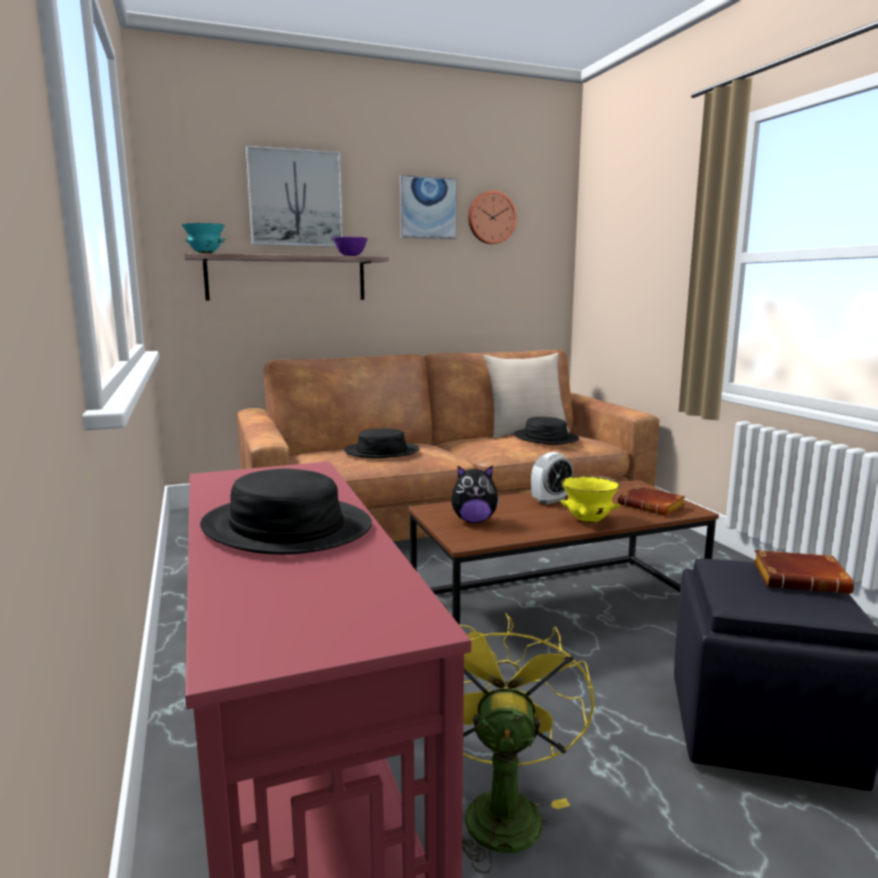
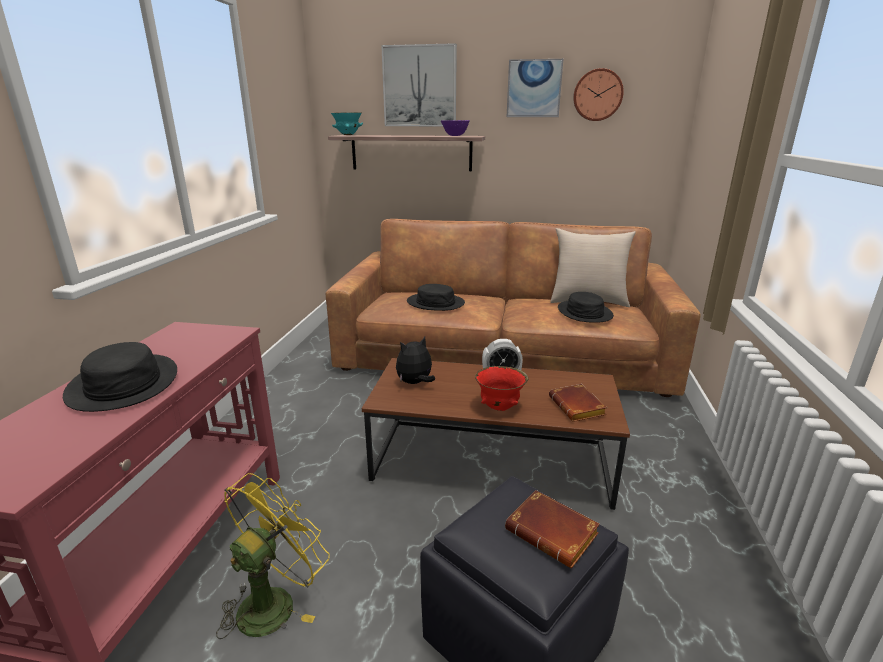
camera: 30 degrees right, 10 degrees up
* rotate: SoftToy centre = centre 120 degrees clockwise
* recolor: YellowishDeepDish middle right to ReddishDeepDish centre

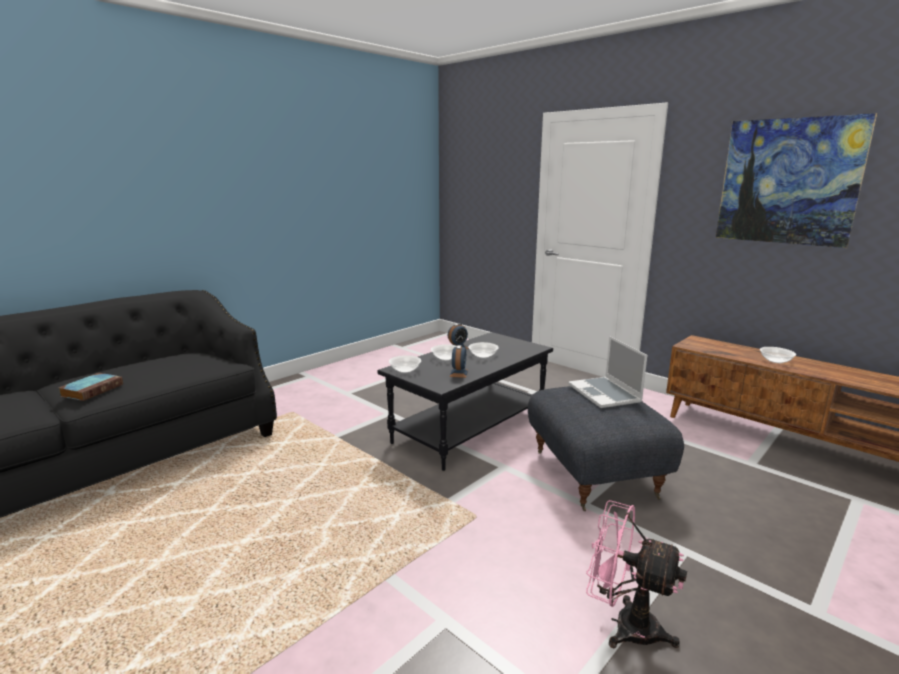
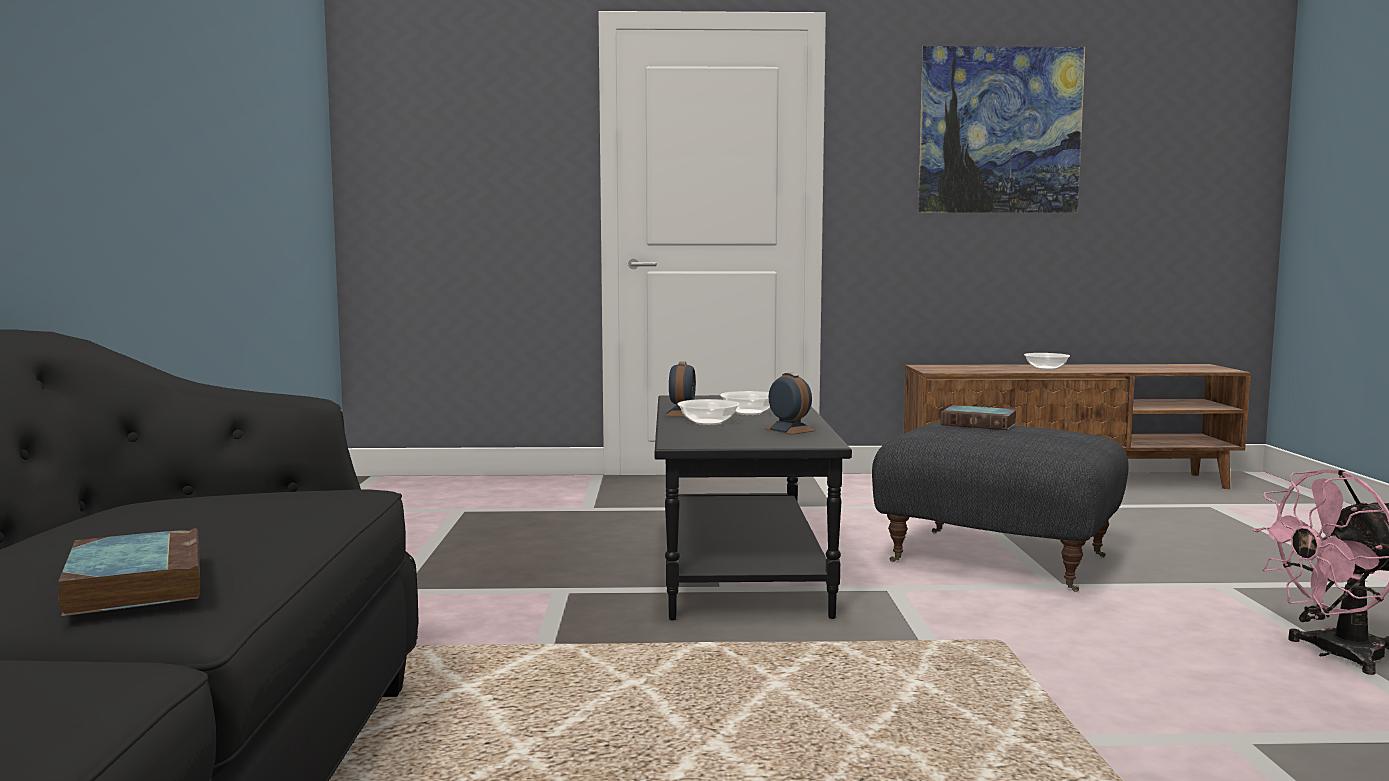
camera: 45 degrees left, 10 degrees down
* replace: PortableComputer middle right to Book (2nd from left) middle right
* delete: DeepDish (1st from left) centre

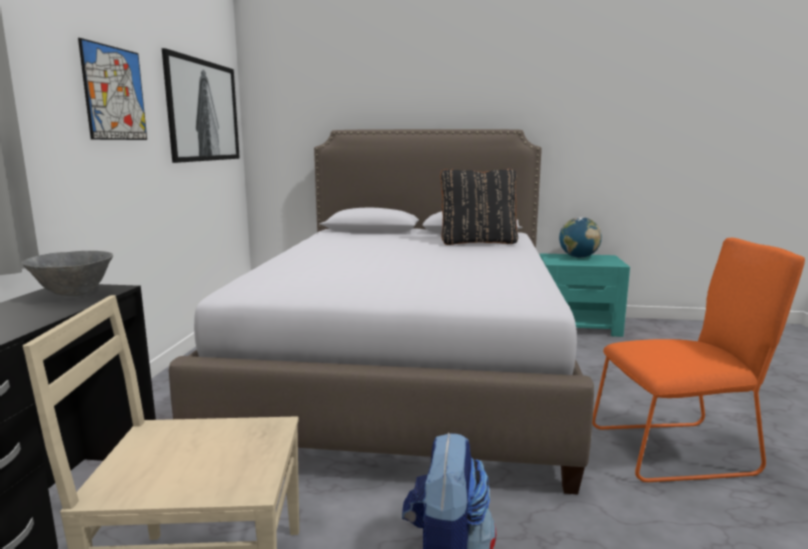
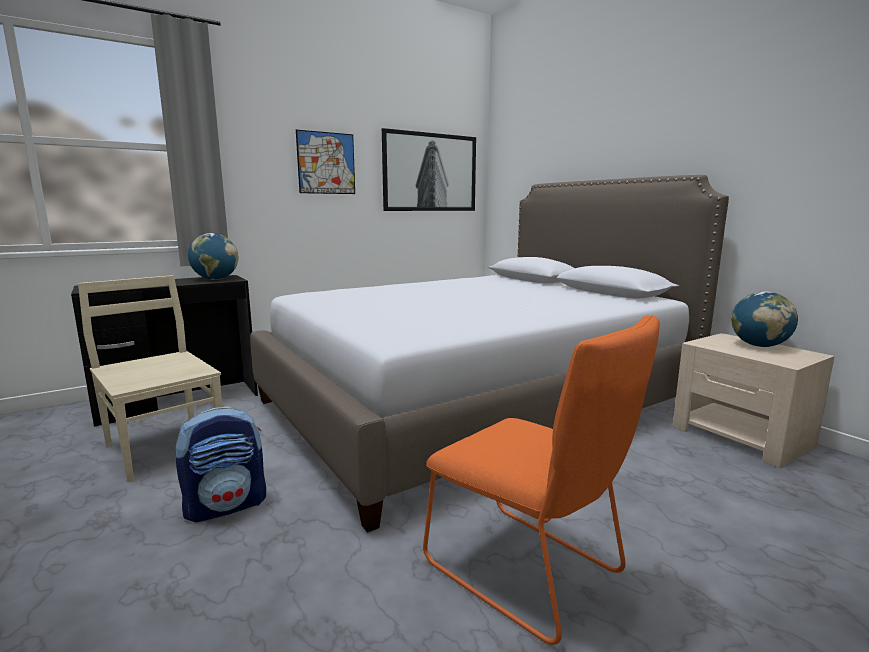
camera: 50 degrees right, 0 degrees up
* delete: BlackColouredCushion centre
* replace: GreyishDeepDish middle left to DeskGlobe (1st from left) middle left
* recolor: TurquoiseColouredBedsideTable middle right to SandColouredBedsideTable middle right

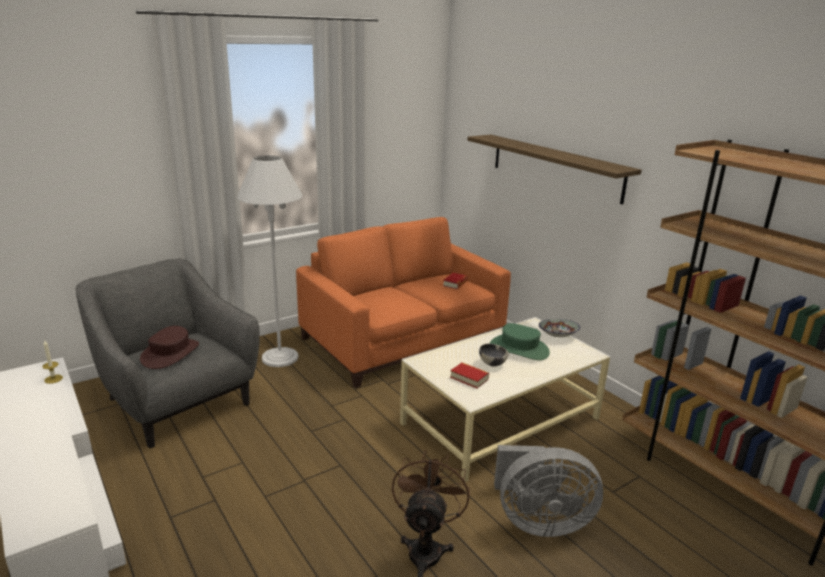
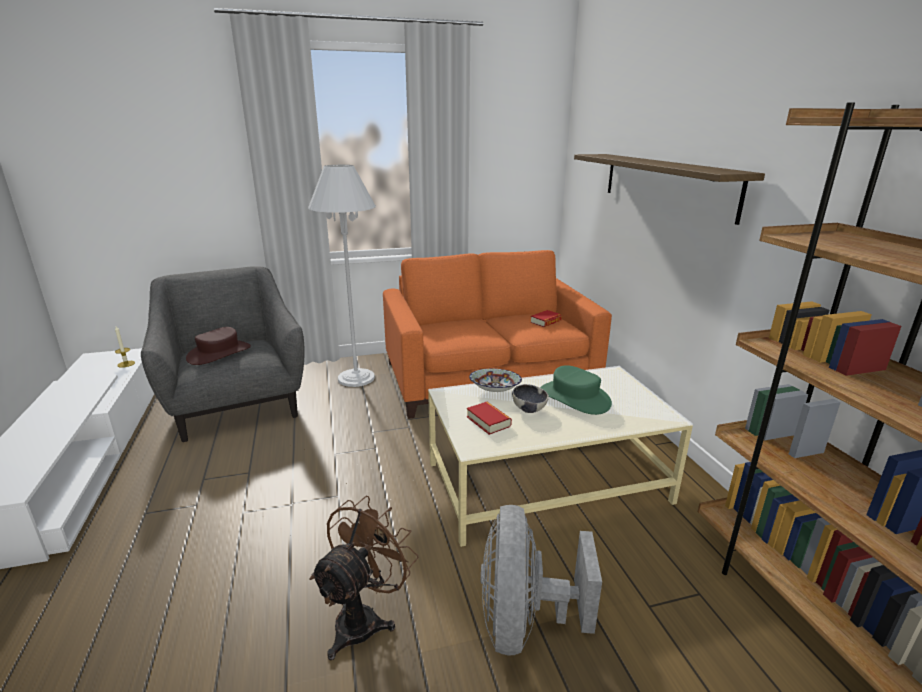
camera: 20 degrees right, 0 degrees up
* move: DeepDish (2nd from left in the first image) middle right to DeepDish (1st from left) centre
* rotate: GreyishElectricFan bottom centre = bottom centre 75 degrees clockwise

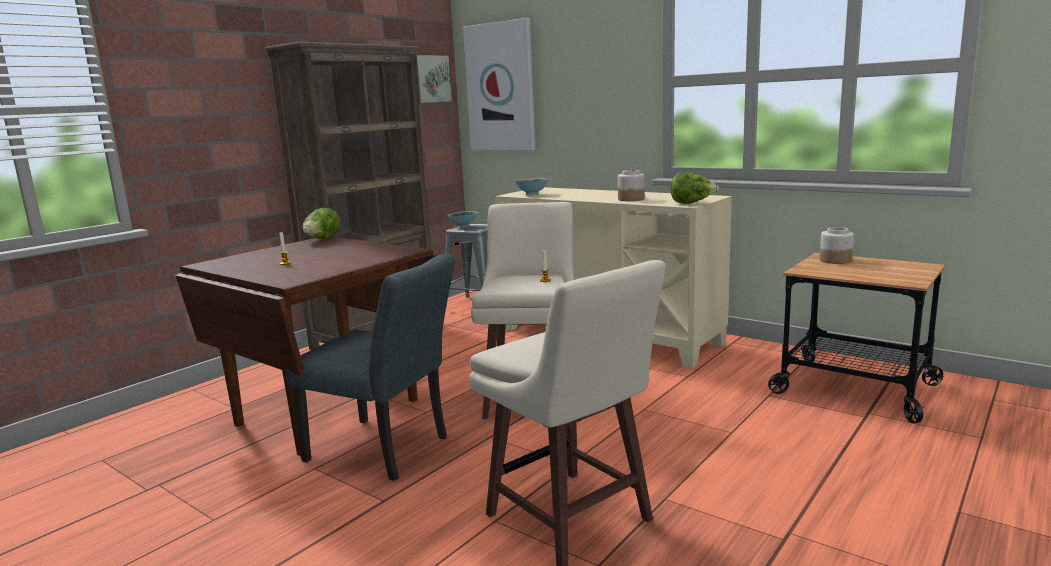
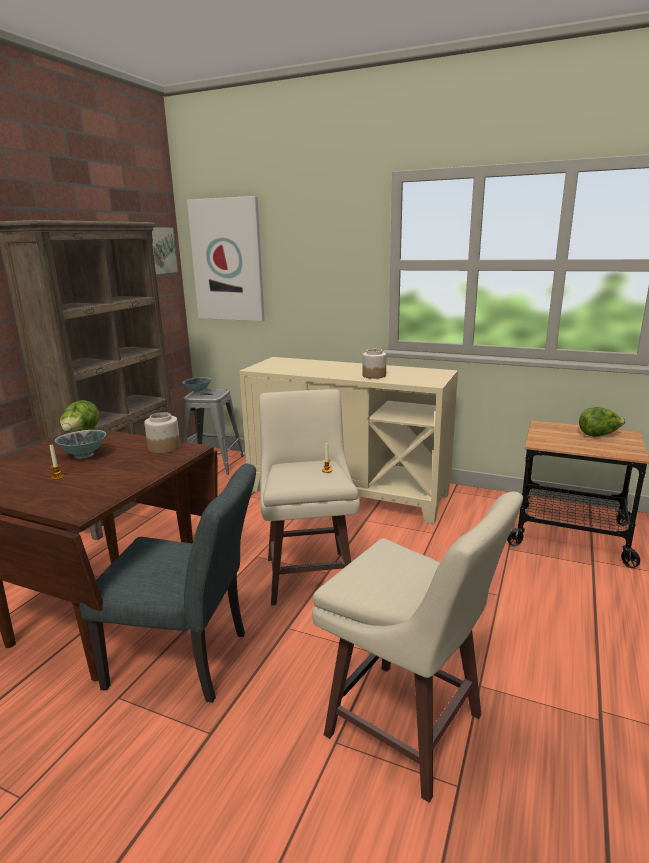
camera: 15 degrees left, 5 degrees up
* move: LettuceHead (2nd from left) top centre to middle right
* move: DeepDish (2nd from left in the first image) top centre to DeepDish (1st from left) middle left
* move: StorageJar (2nd from left in the first image) middle right to StorageJar (1st from left) middle left

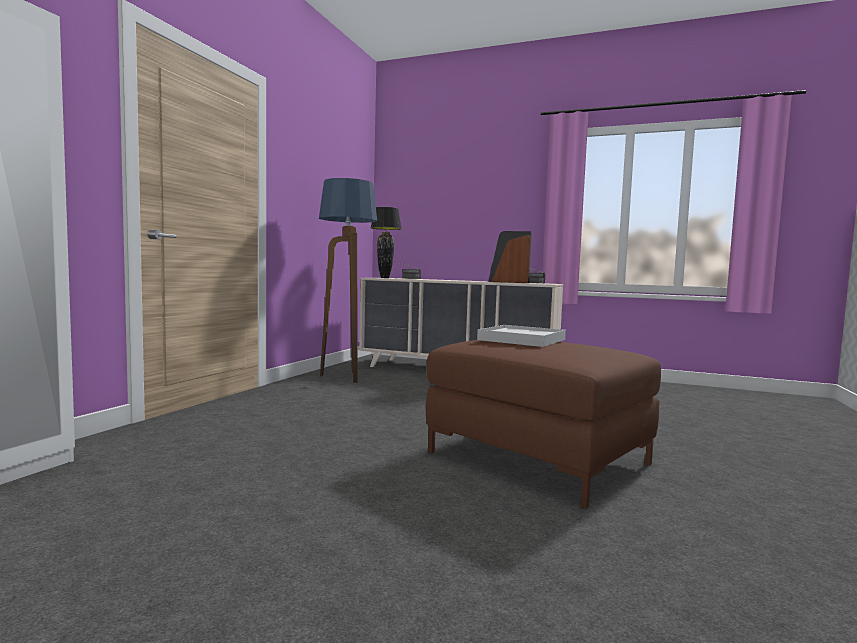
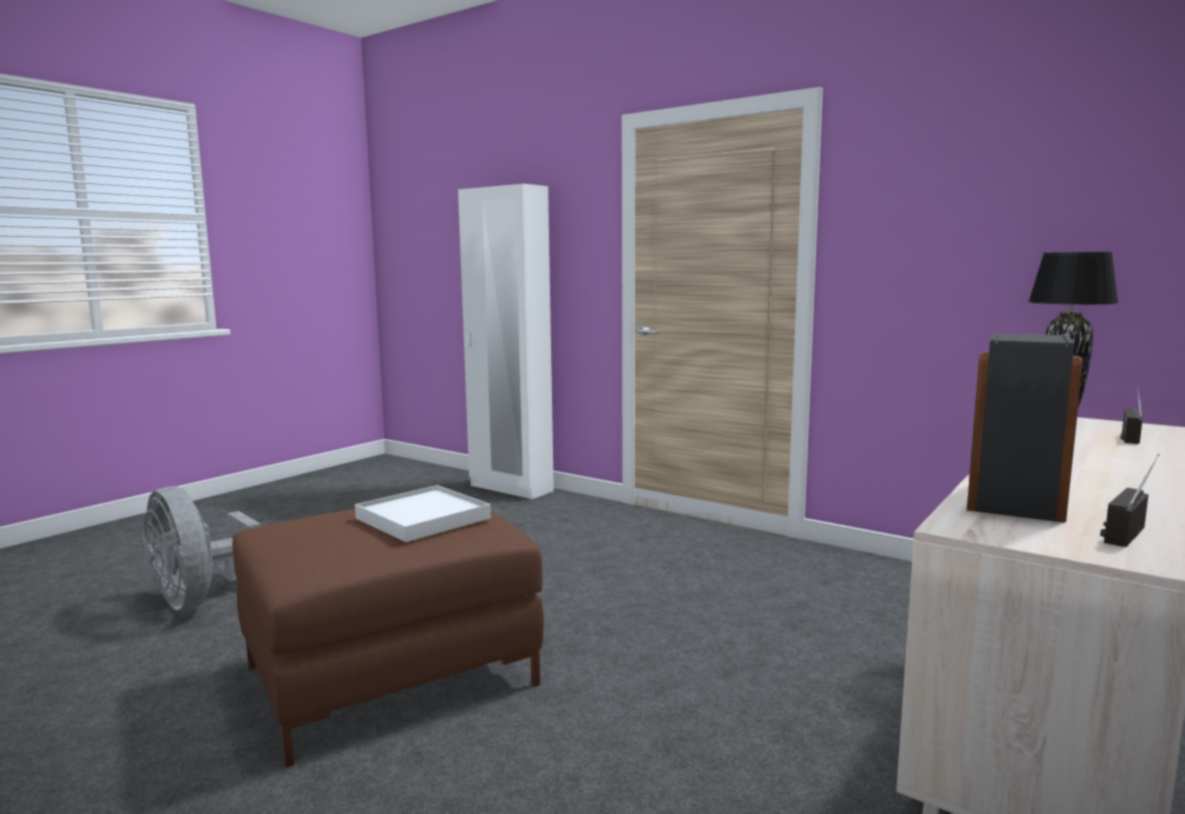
camera: 105 degrees right, 5 degrees up
* delete: StandardLamp centre
* insert: GreyishElectricFan bottom left

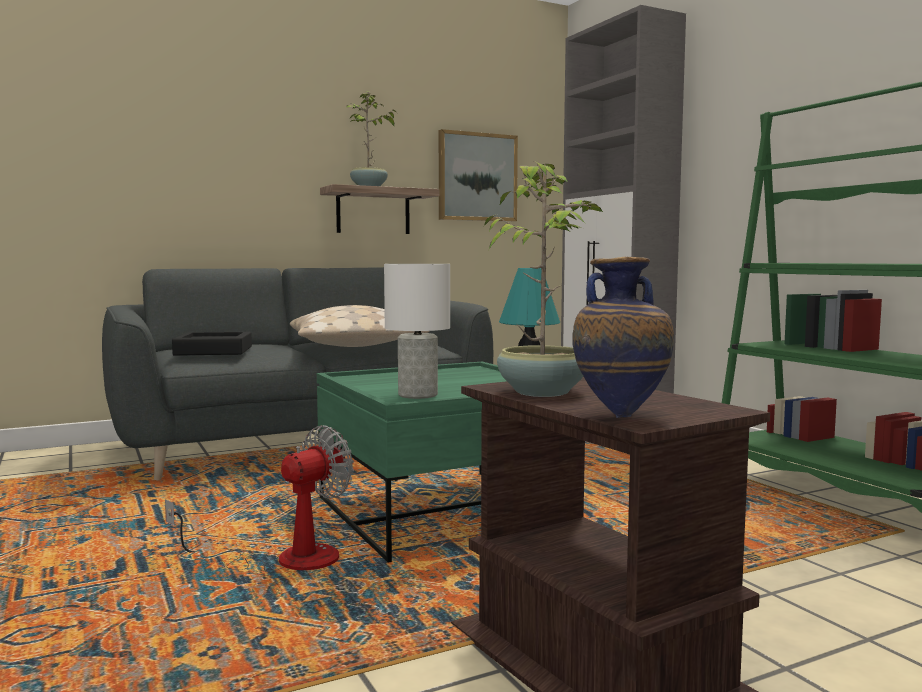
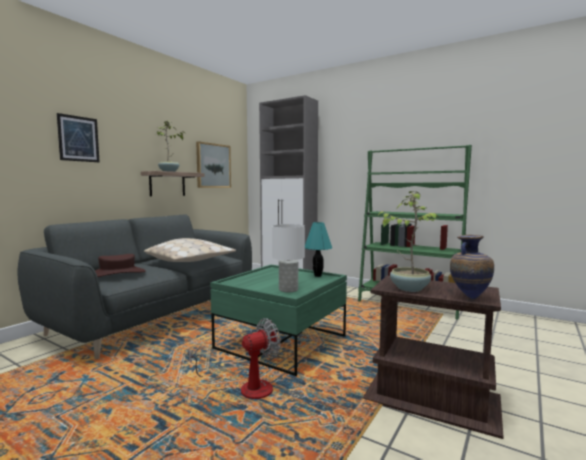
camera: 30 degrees left, 0 degrees up
* replace: BlackColouredCarryingTray middle left to BrownHat middle left
* rotate: ElectricFan bottom left = bottom centre 45 degrees clockwise
* insert: Picture (1st from left) top left

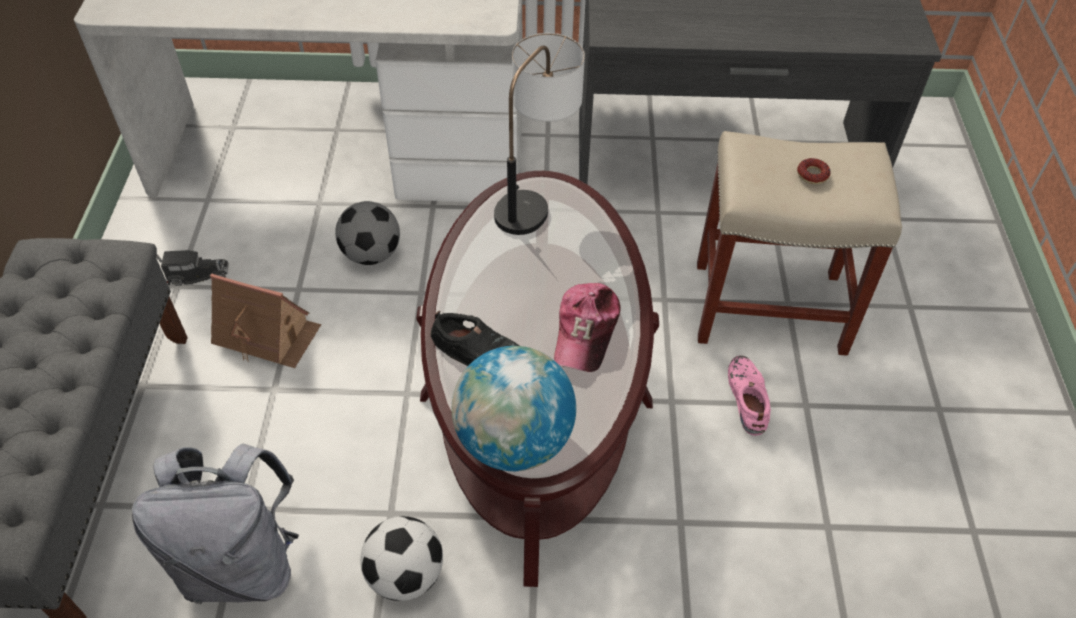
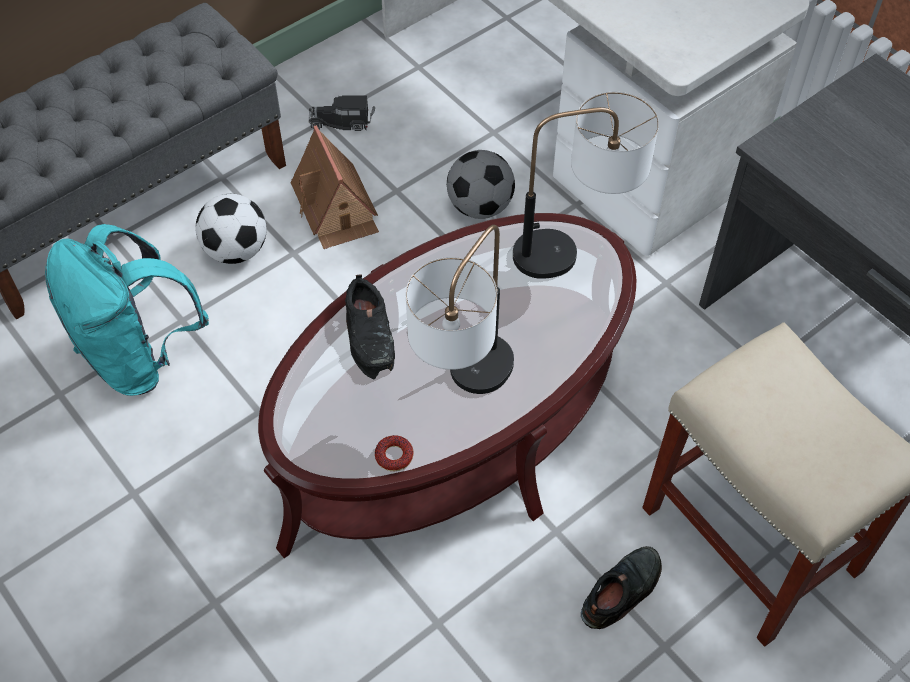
camera: 50 degrees right, 5 degrees up
* move: Donut top right to centre
* rotate: ModelTruck middle left = top centre 135 degrees clockwise
* replace: BaseballCap centre to TableLamp (1st from left) centre
* delete: DeskGlobe centre
* recolor: PinkishShoe middle right to BlackColouredShoe (2nd from left) bottom right
* recolor: GreyishRucksack bottom left to TurquoiseColouredRucksack middle left
* move: FootballBall (2nd from left in the first image) bottom centre to FootballBall (1st from left) middle left

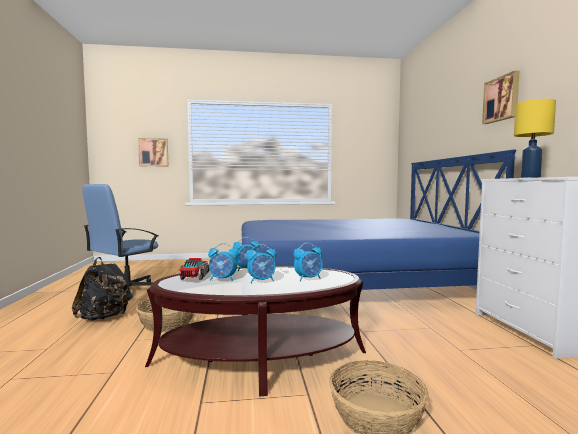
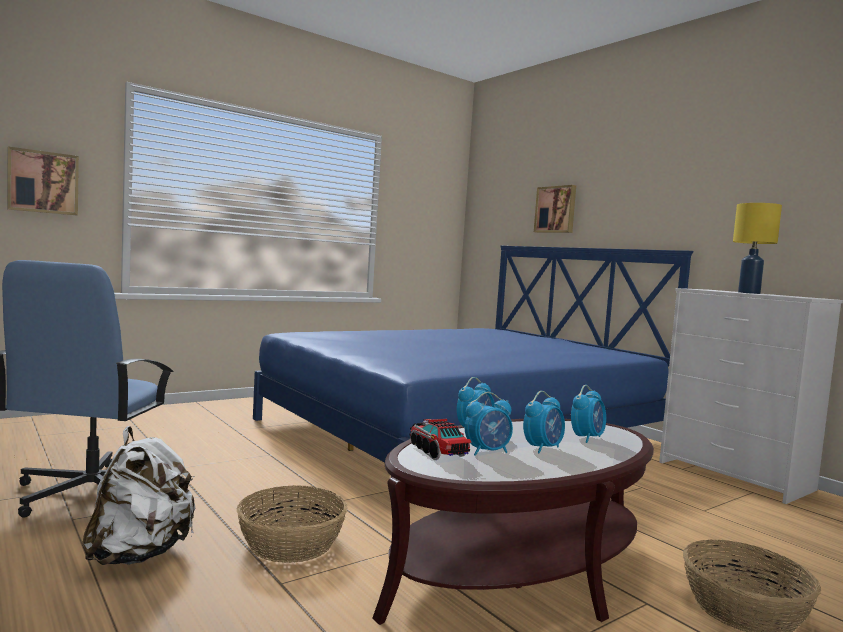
camera: 30 degrees left, 0 degrees up
* move: Picture (2nd from left) top right to top centre
* recolor: BlackColouredRucksack middle left to WhitishRucksack bottom left

